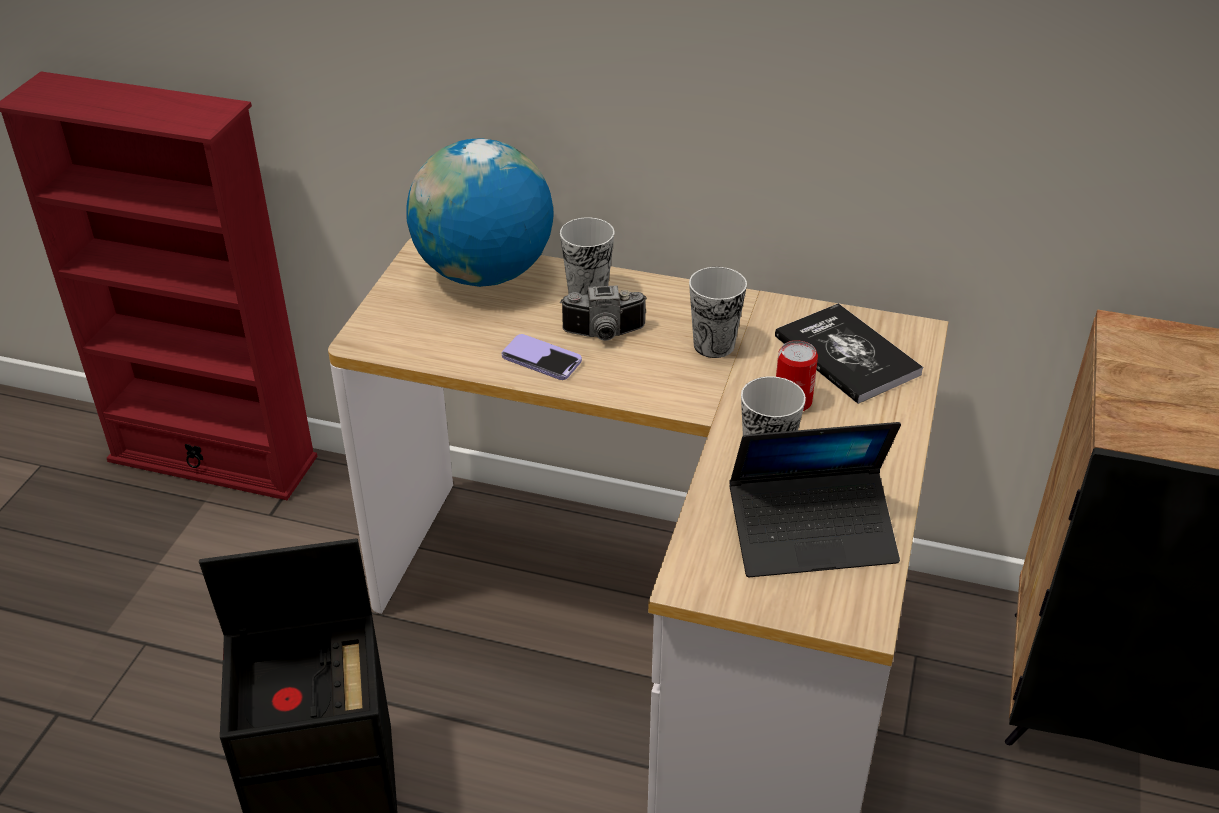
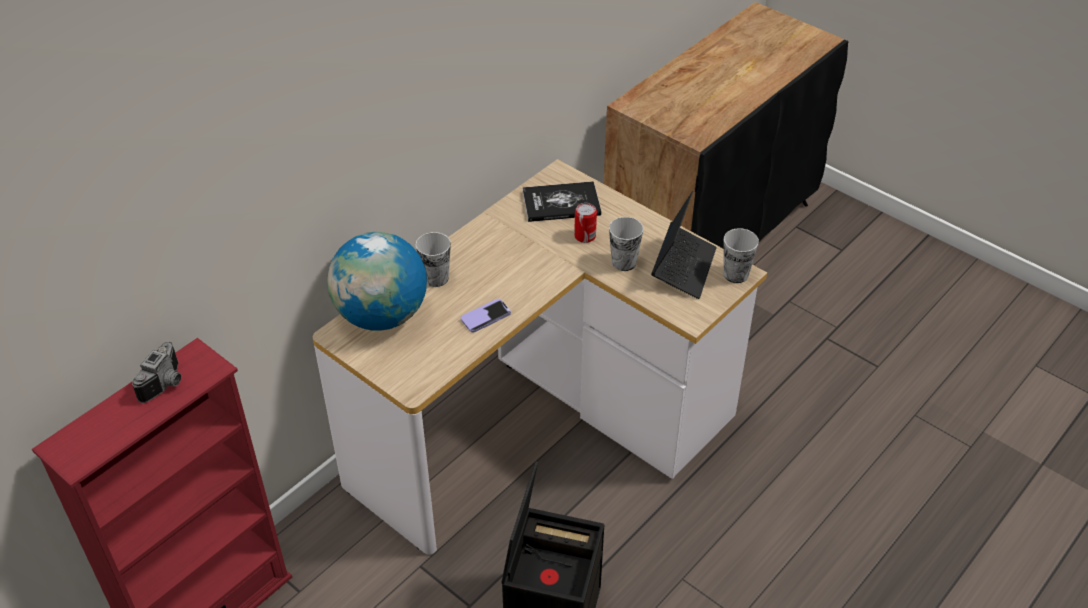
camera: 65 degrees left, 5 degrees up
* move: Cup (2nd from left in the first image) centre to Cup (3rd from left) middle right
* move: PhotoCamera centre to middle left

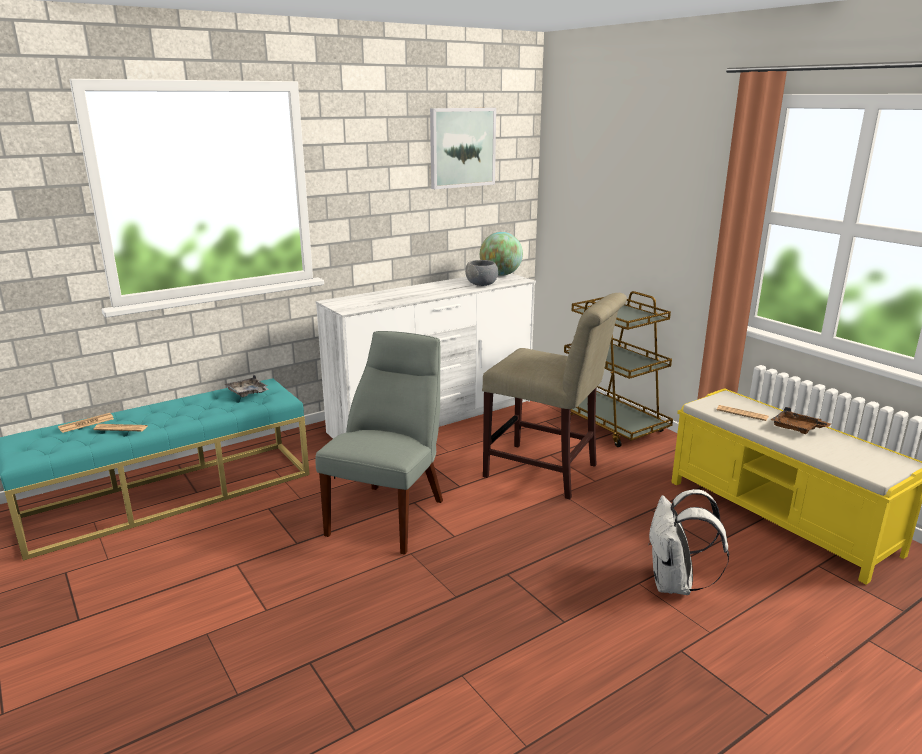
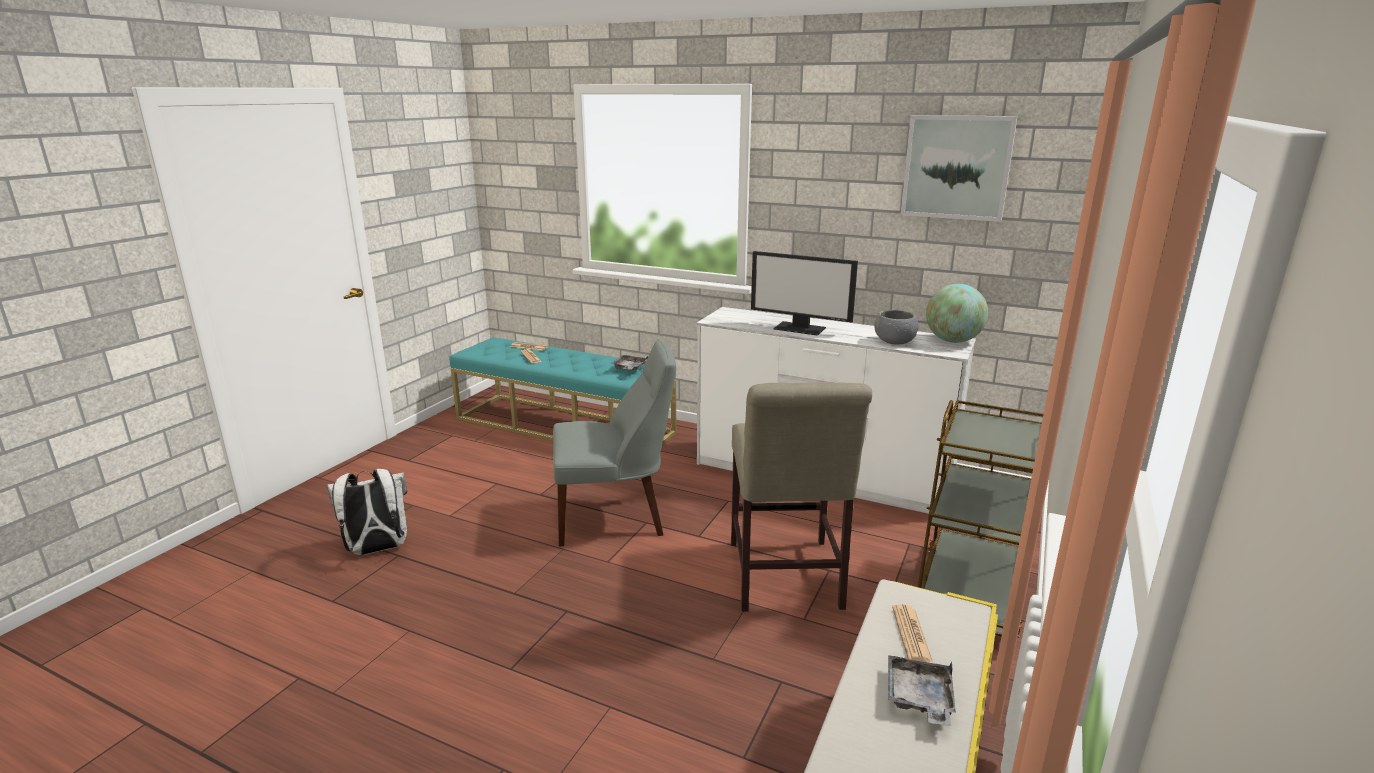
camera: 60 degrees right, 0 degrees up
* recolor: BrownCarryingTray middle right to GreyishCarryingTray (2nd from left) bottom right
* move: WhitishRucksack bottom right to middle left
* insert: Monitor centre

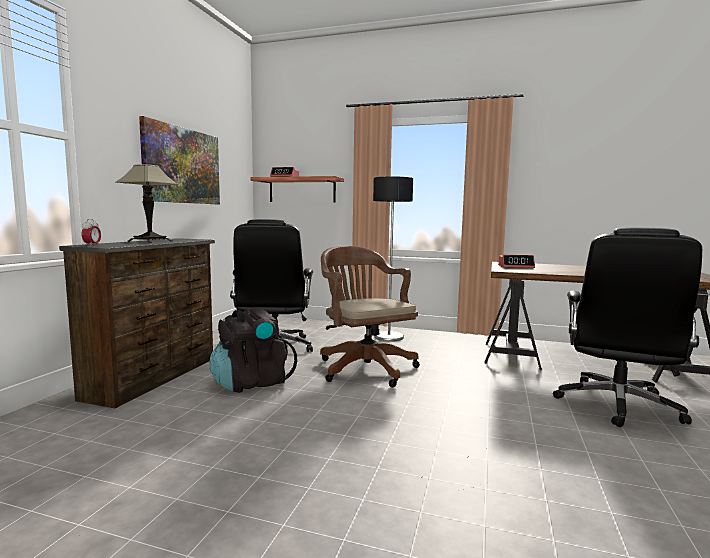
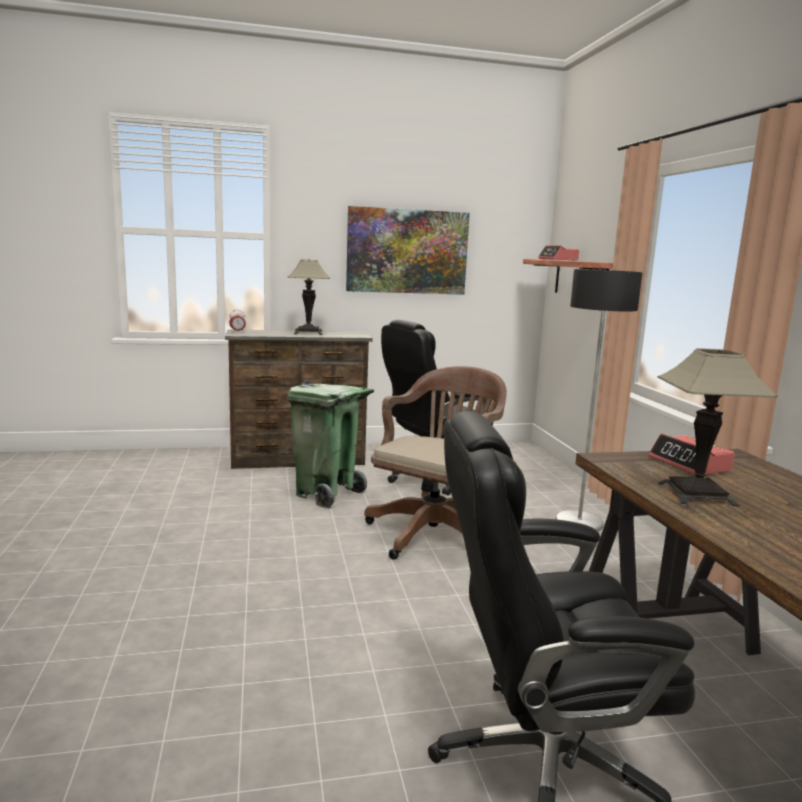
camera: 60 degrees right, 5 degrees up
* replace: BlackColouredRucksack centre to GreenColouredTrashCan centre
* insert: TableLamp (2nd from left) middle right

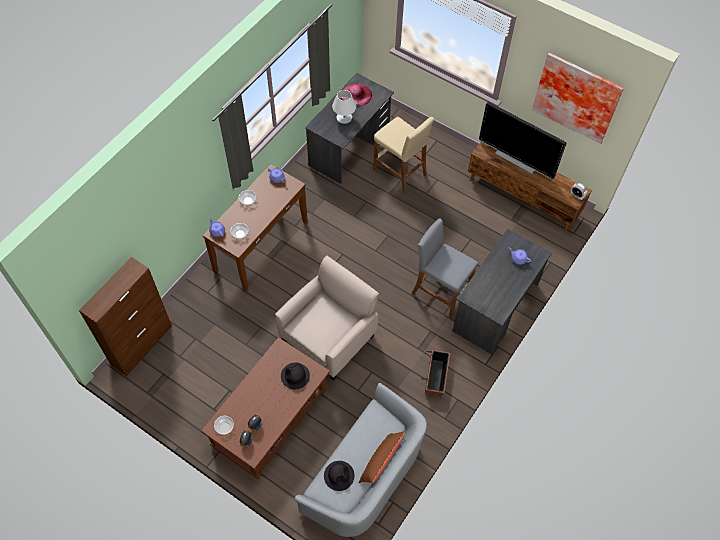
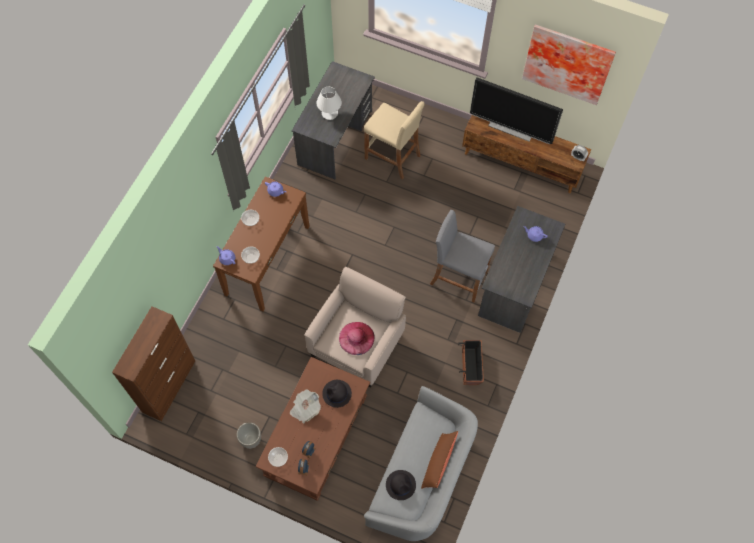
camera: 10 degrees left, 5 degrees up
* move: PinkishHat top centre to centre
* insert: DailyPaper bottom centre
* insert: Planter (1st from left) bottom left

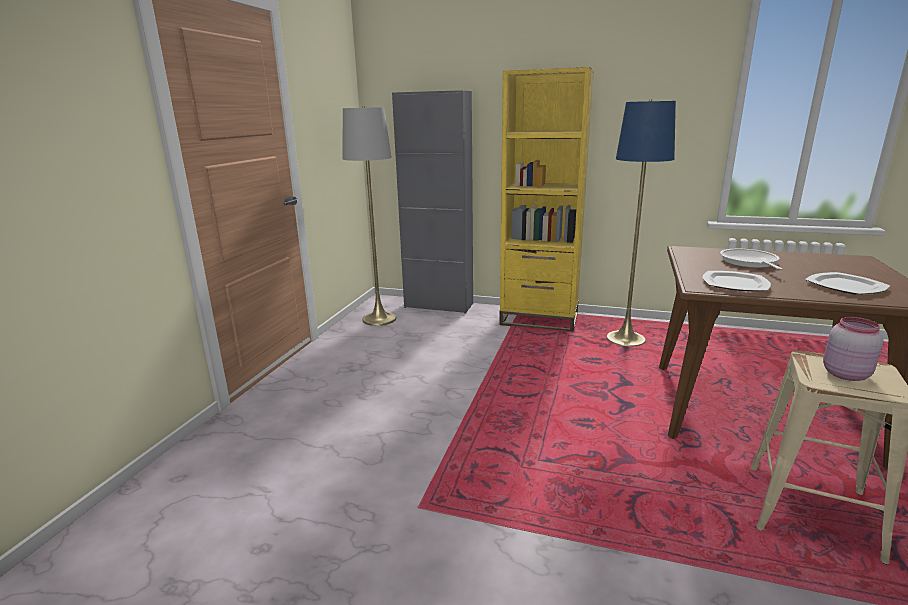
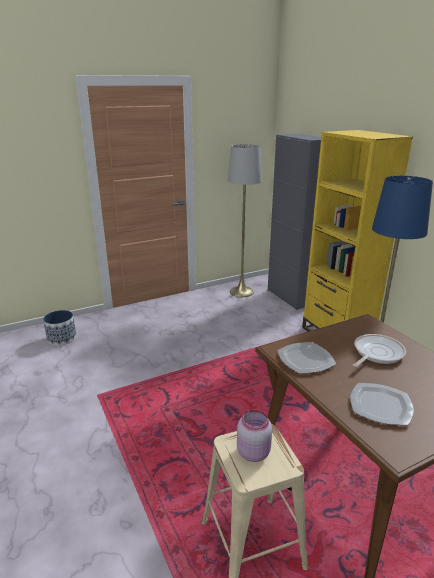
camera: 45 degrees right, 5 degrees up
* insert: Planter middle left

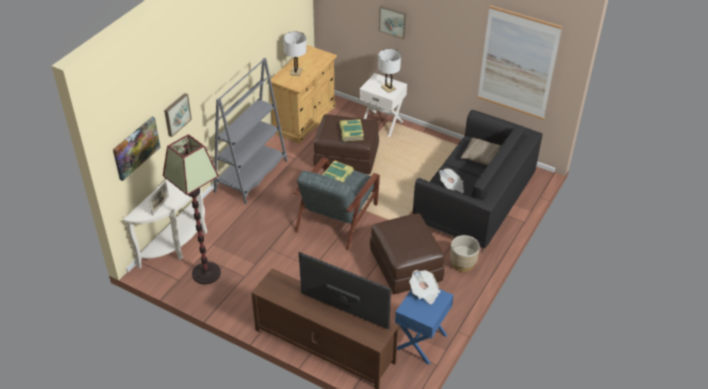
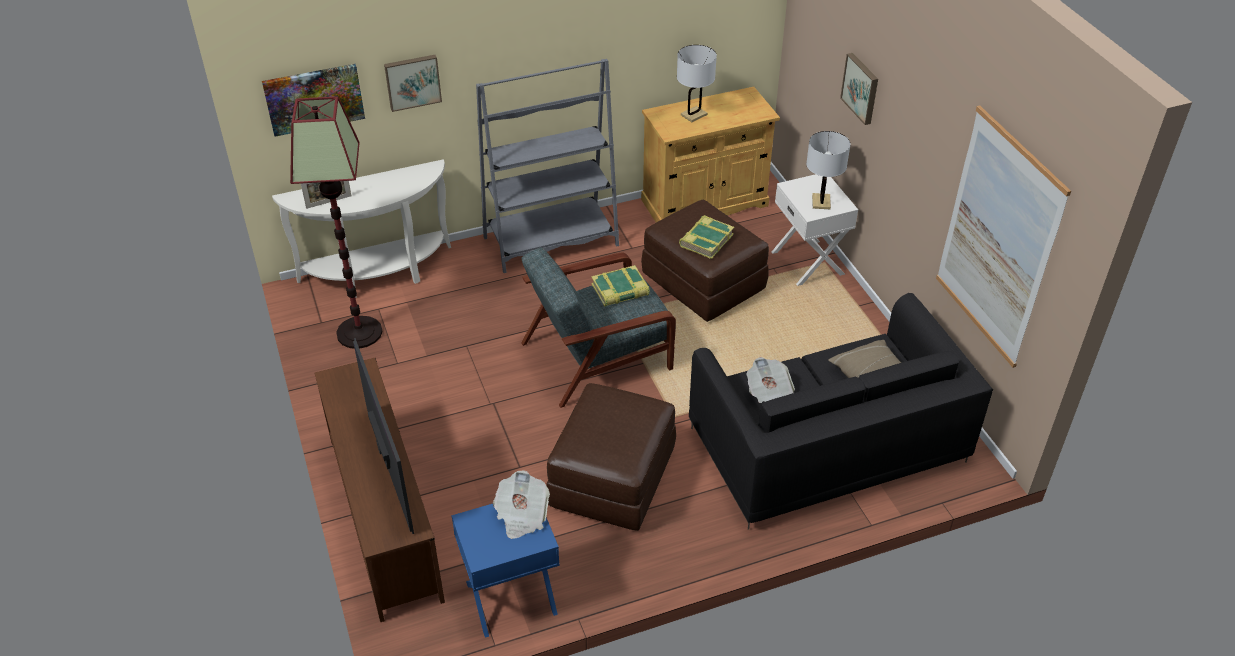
camera: 40 degrees right, 0 degrees up
* delete: SandColouredPlanter centre

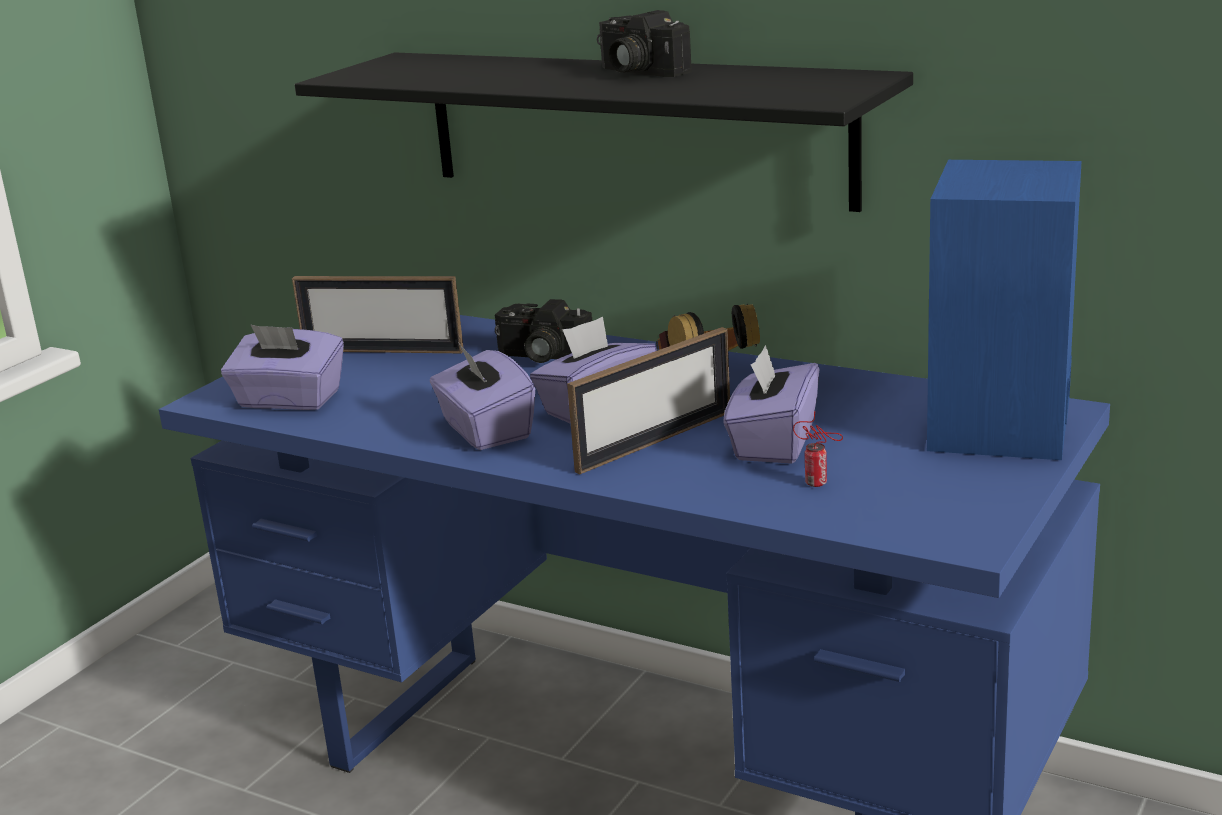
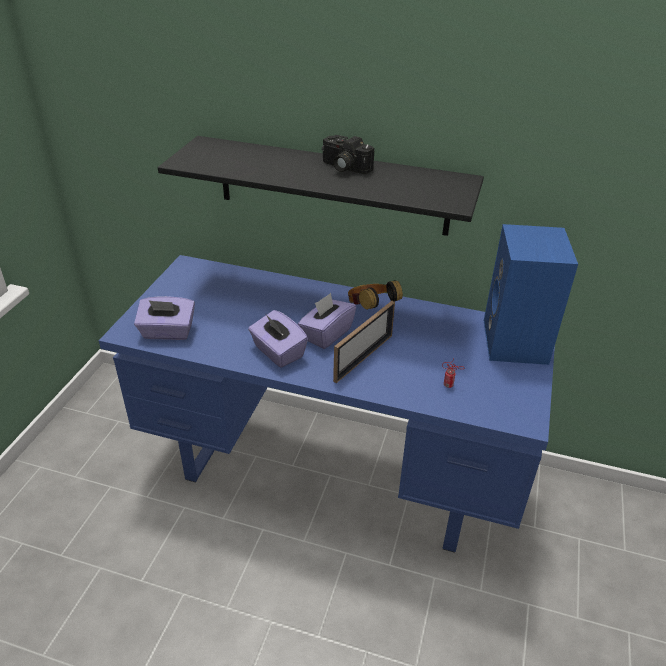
camera: 15 degrees left, 15 degrees up
* delete: StandingFrame (1st from left) middle left
* delete: PhotoCamera (1st from left) centre
* delete: PurplishBoxOfTissues (4th from left) centre

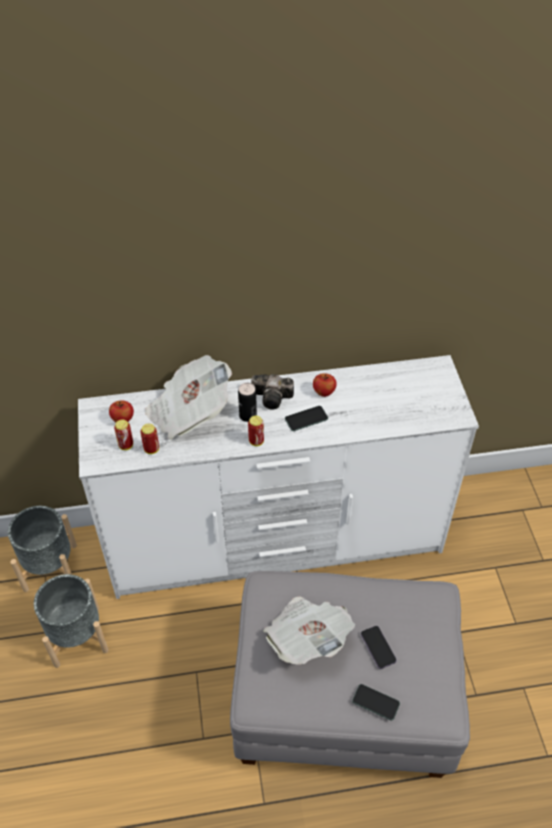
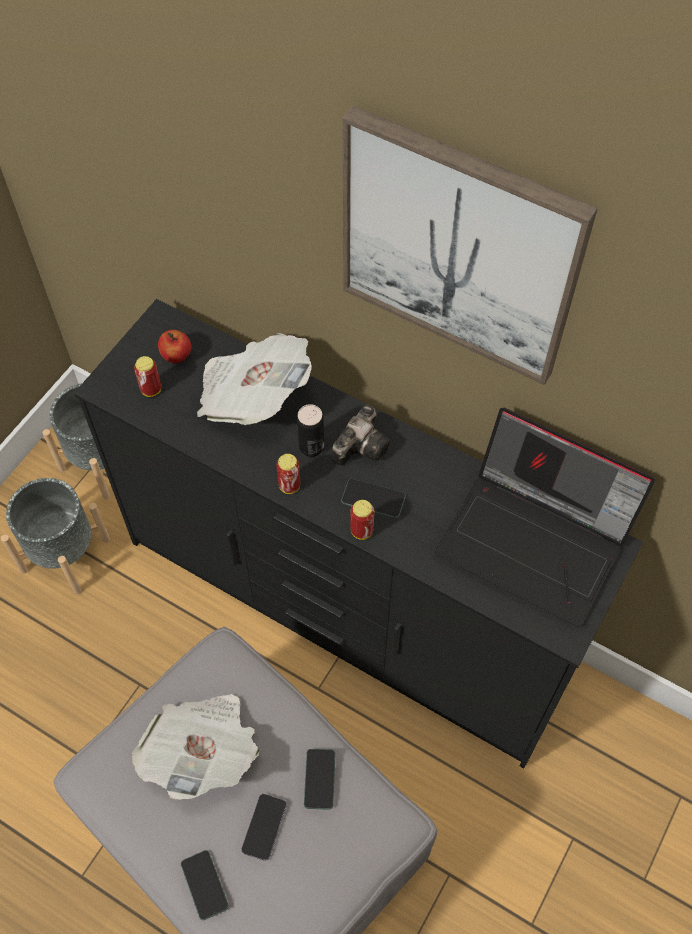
camera: 40 degrees right, 10 degrees up
* recolor: WhitishDrawerChest centre to BlackColouredDrawerChest centre
* delete: AppleFruit (2nd from left) centre
* rotate: PhotoCamera centre = centre 105 degrees counterclockwise
* move: MetalCan (2nd from left in the first image) middle left to MetalCan (4th from left) centre
* insert: Picture top right
* insert: PortableComputer middle right
* insert: Handset (3rd from left) bottom centre

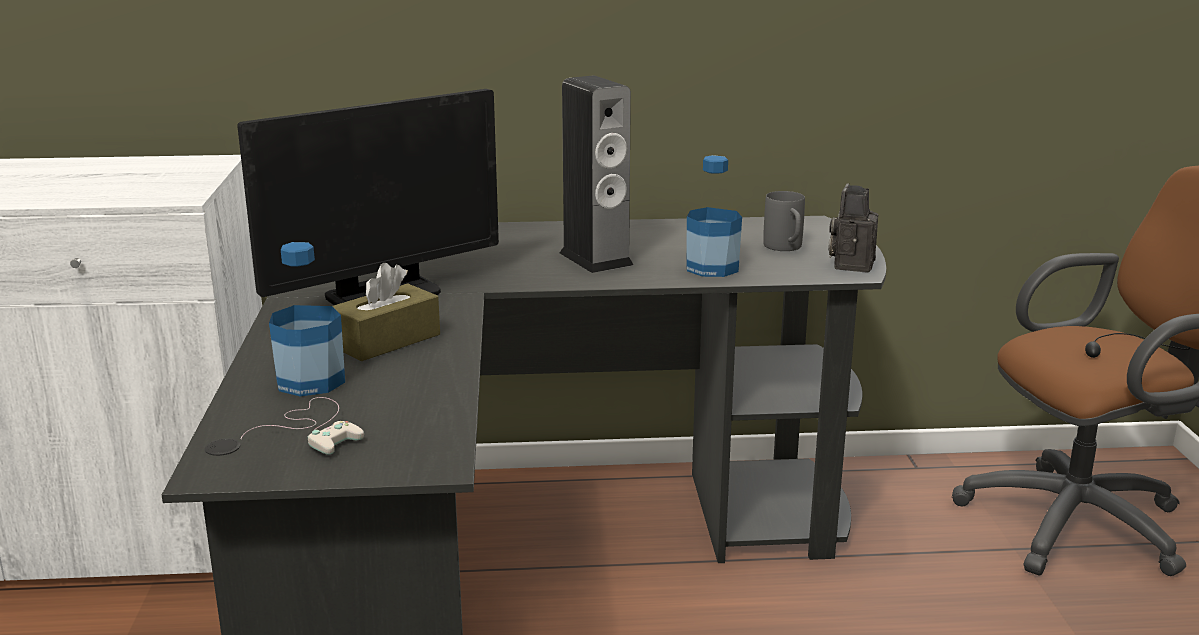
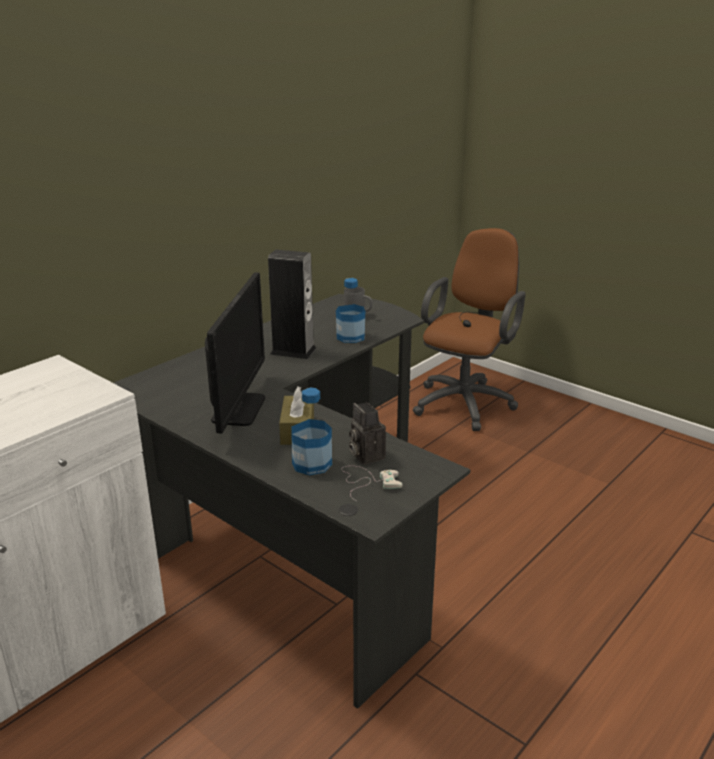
camera: 45 degrees left, 5 degrees up
* move: PhotoCamera middle right to centre

